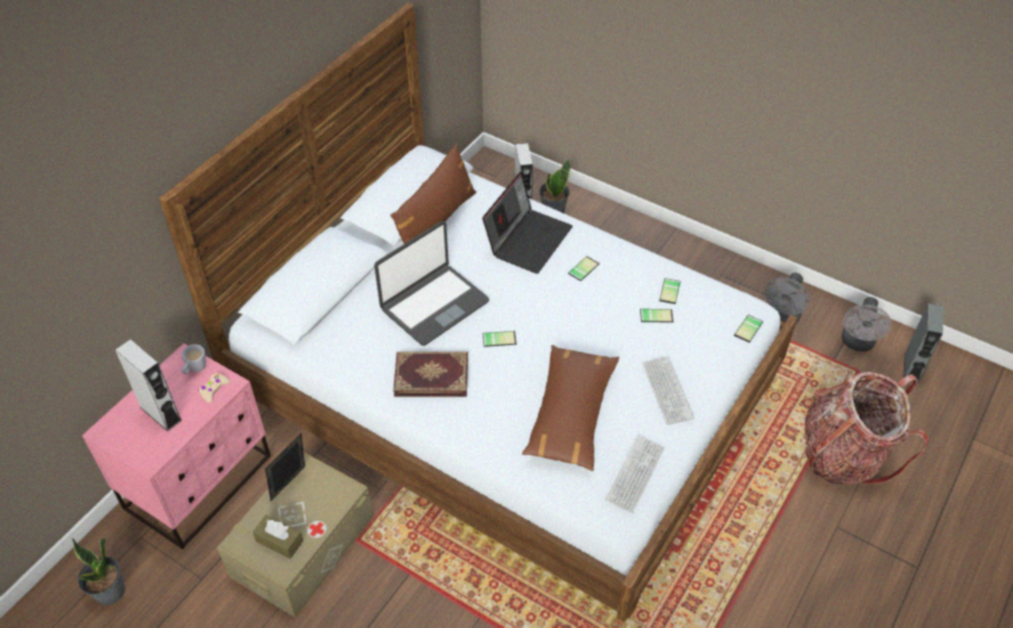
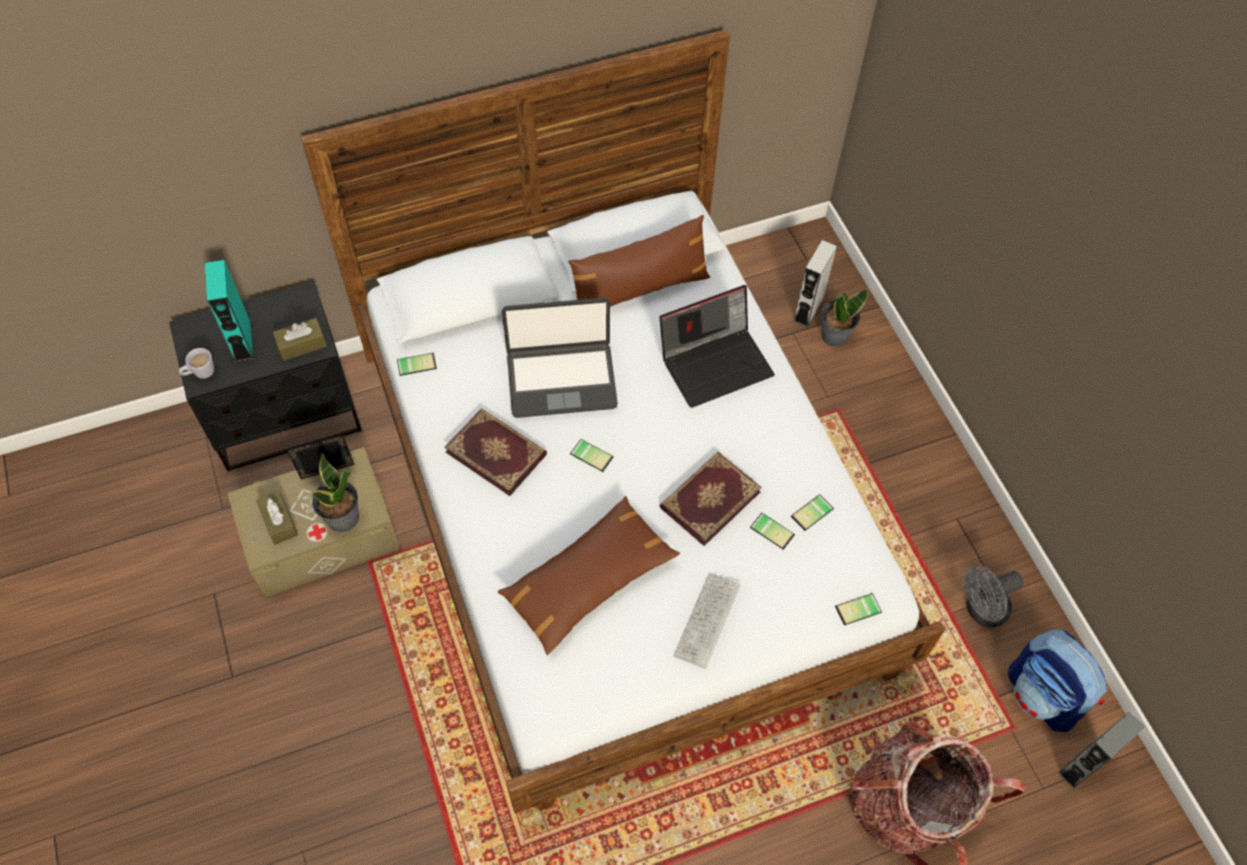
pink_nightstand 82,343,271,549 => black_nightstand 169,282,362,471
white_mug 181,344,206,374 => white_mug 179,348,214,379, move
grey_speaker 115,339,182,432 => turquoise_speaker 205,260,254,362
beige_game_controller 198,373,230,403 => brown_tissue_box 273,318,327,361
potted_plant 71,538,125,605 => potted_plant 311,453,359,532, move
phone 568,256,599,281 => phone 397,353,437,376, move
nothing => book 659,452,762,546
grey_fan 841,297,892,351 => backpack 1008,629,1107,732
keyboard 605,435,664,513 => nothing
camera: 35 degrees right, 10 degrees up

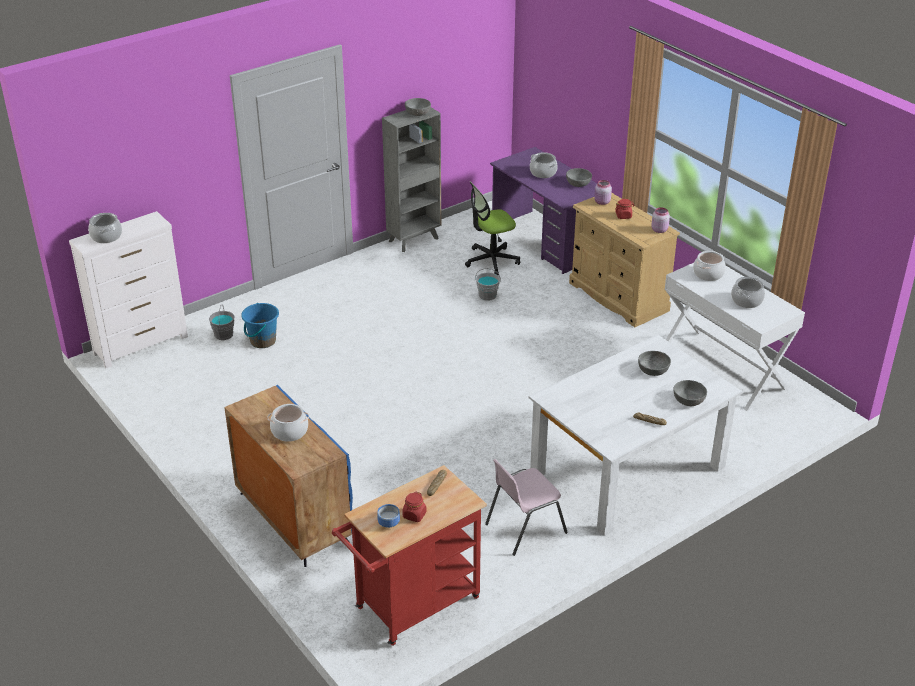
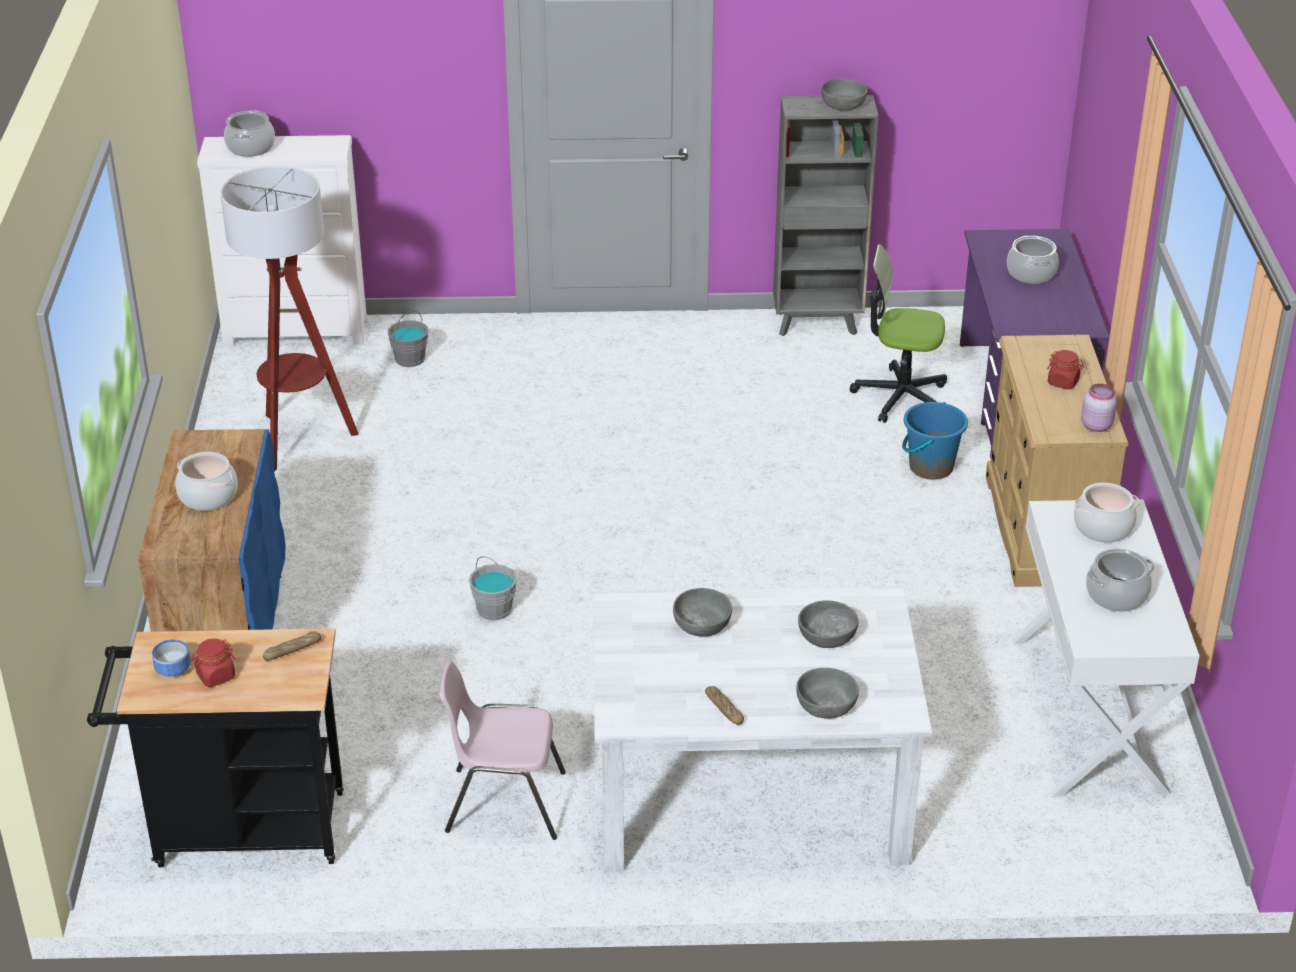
red_cart 332,465,487,646 => black_cart 87,628,344,867
nothing => floor_lamp 220,165,358,472
grey_bucket 475,268,501,301 => grey_bucket 469,556,517,620, move
grey_bowl 566,168,592,187 => grey_bowl 673,588,732,637, move
blue_bucket 241,303,279,348 => blue_bucket 902,402,968,480, move
pink_jar 594,180,612,205 => nothing
camera: 35 degrees right, 0 degrees up

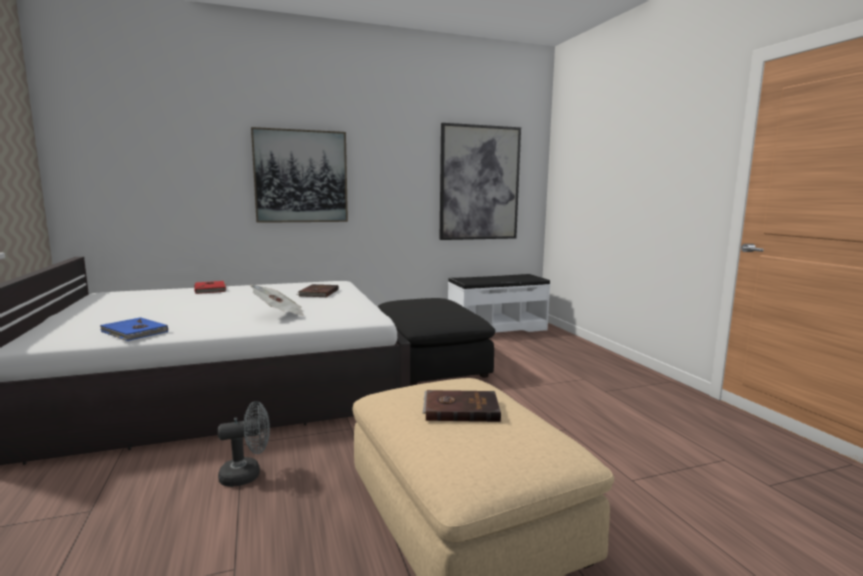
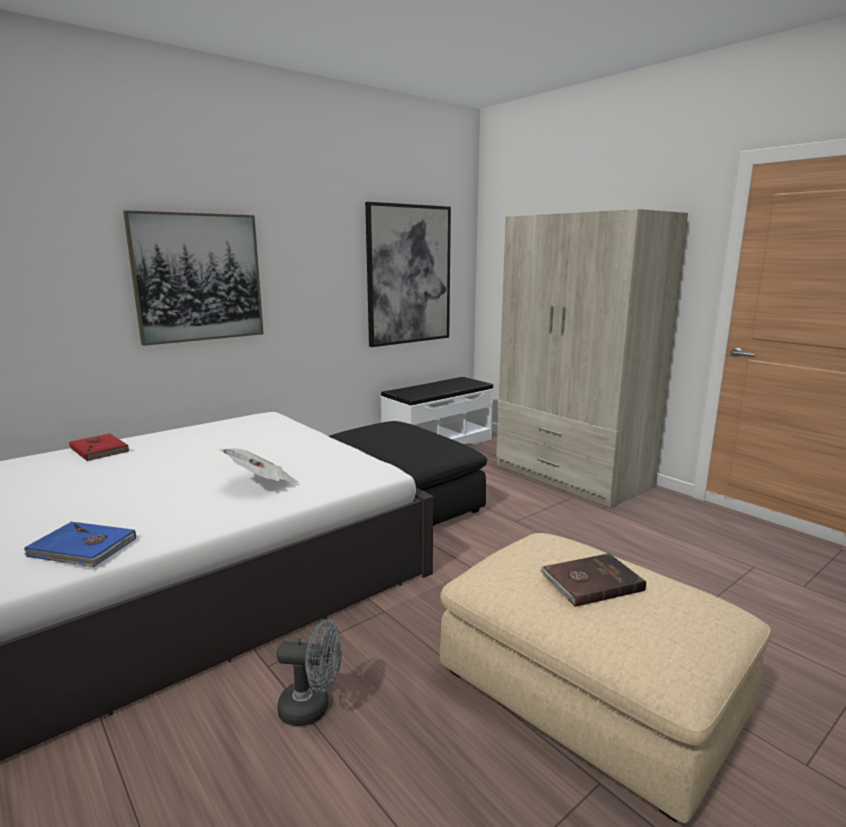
grey_fan 218,401,270,487 => grey_fan 277,619,342,726, 45 degrees clockwise
nothing => beige_wardrobe 496,209,688,508
brown_book 297,284,339,297 => nothing
camera: 20 degrees left, 5 degrees up

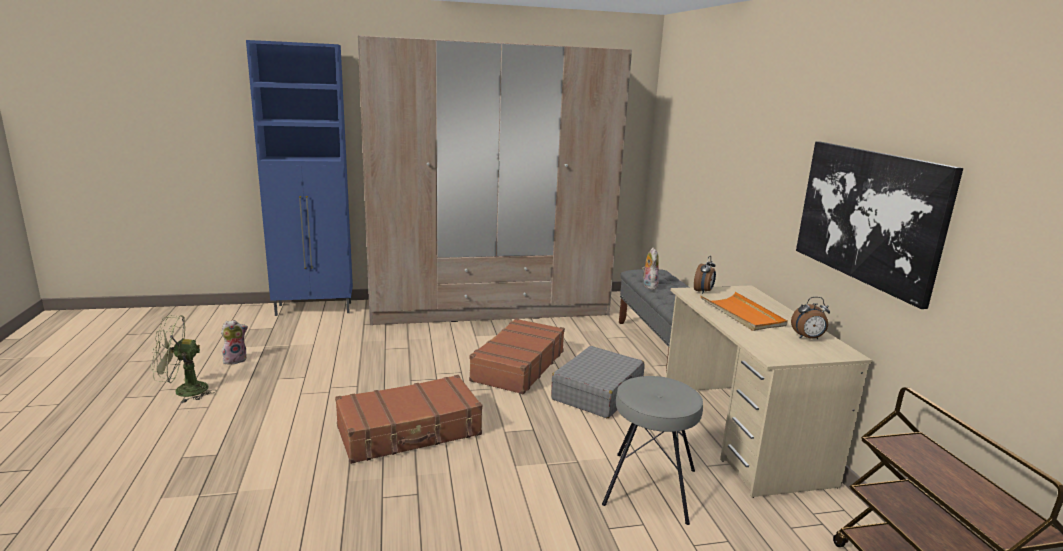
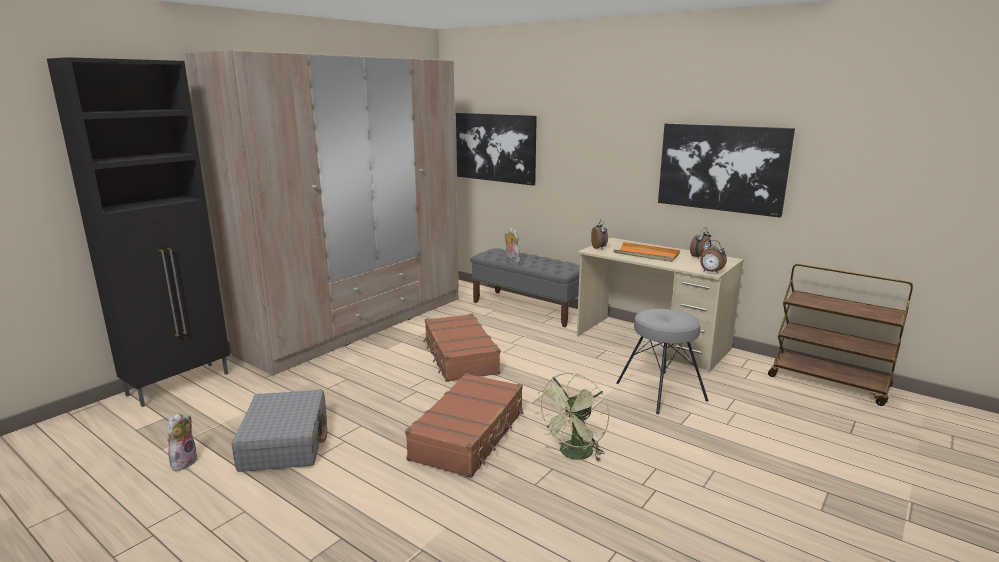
blue_cabinet 246,40,353,316 => black_cabinet 47,57,230,407
grey_suitcase 551,346,644,418 => grey_suitcase 232,390,327,472, move
nothing => picture 456,113,537,185
green_fan 151,315,217,403 => green_fan 535,373,609,462, move
nothing => alarm_clock 700,240,727,274
camera: 40 degrees left, 0 degrees up

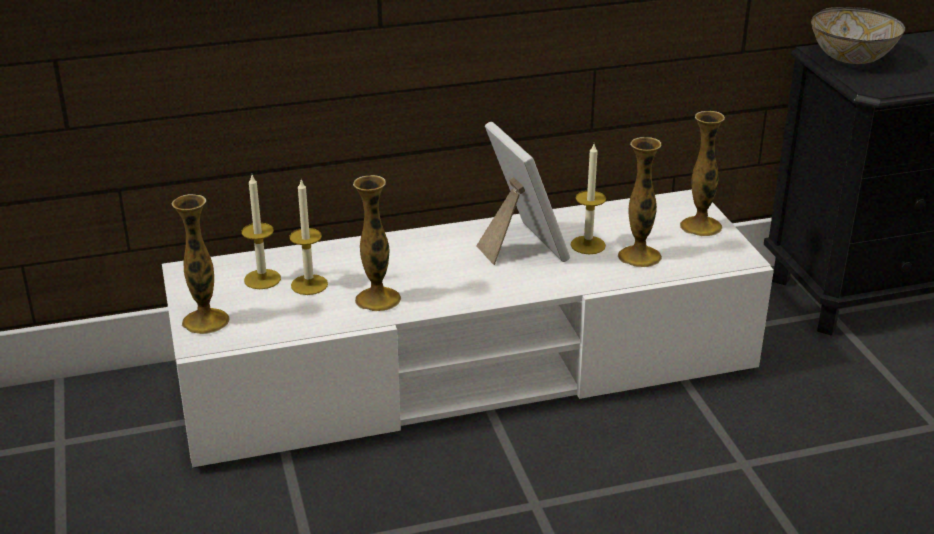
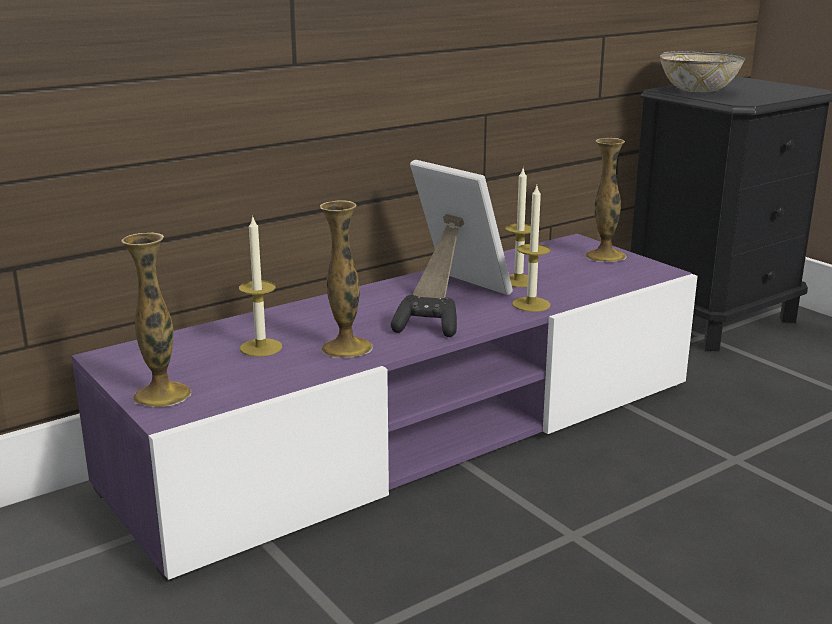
white_tv_stand 162,190,774,468 => purple_tv_stand 72,234,697,582
nothing => black_game_controller 391,295,457,337
candle 242,175,281,289 => candle 512,186,551,312, move
vase 618,137,662,267 => nothing
camera: 20 degrees left, 10 degrees down

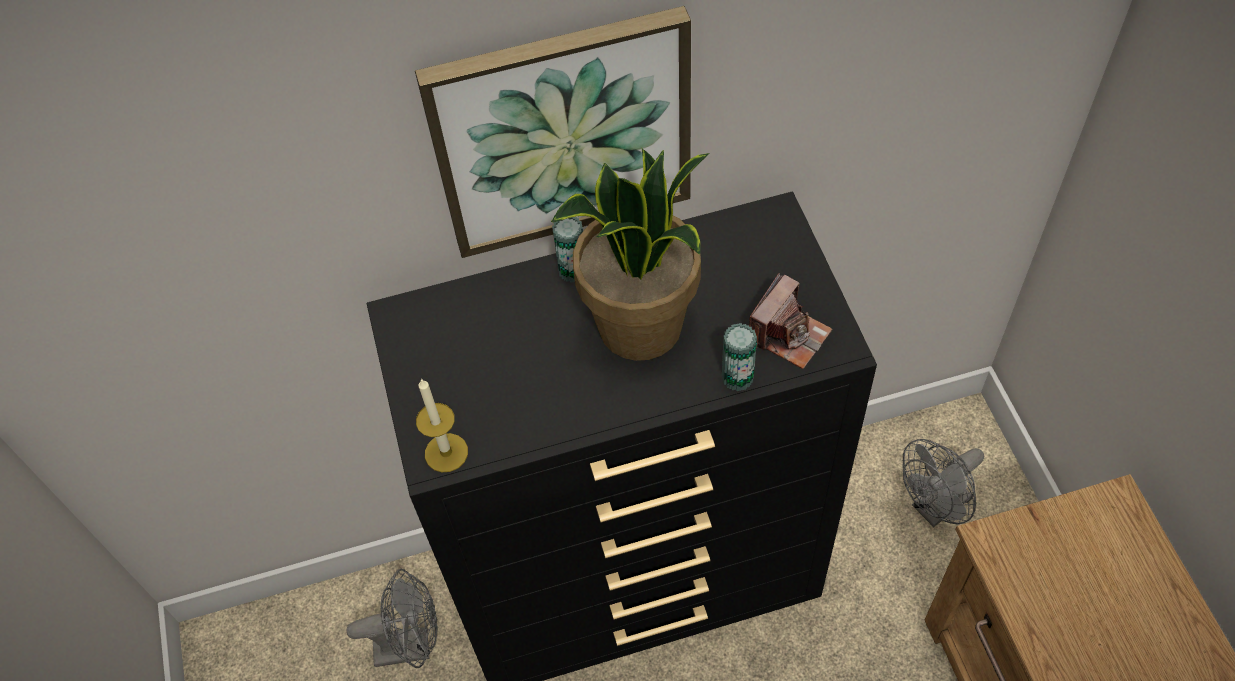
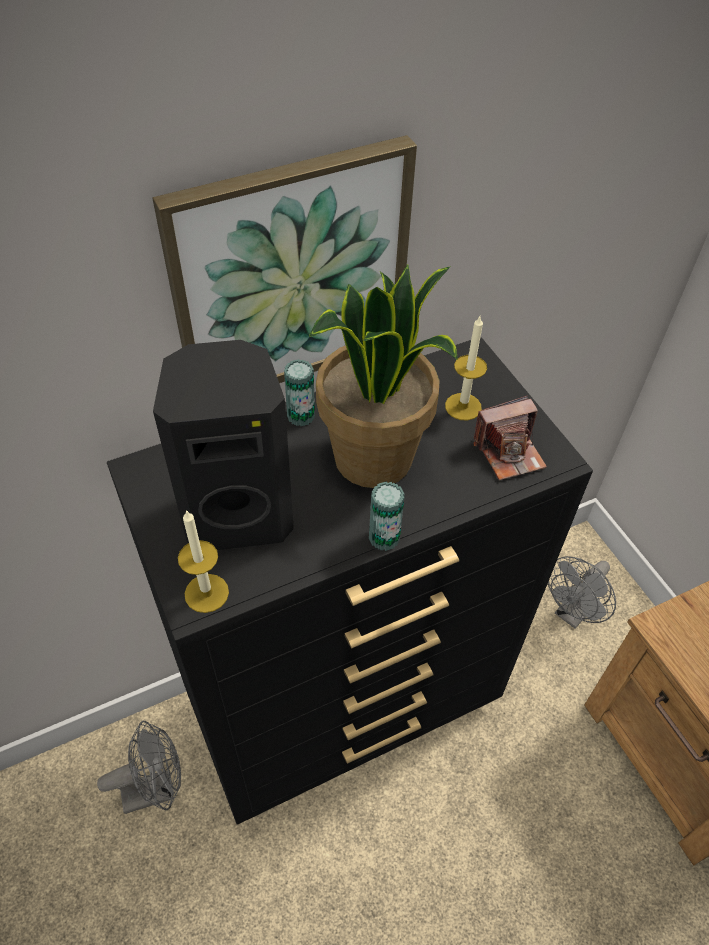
nothing => black_speaker 153,340,294,550
can 722,323,757,391 => can 369,481,405,551, move
nothing => candle 445,316,487,420
photo_camera 749,273,832,369 => photo_camera 474,396,547,480, 45 degrees clockwise
camera: 15 degrees left, 5 degrees down

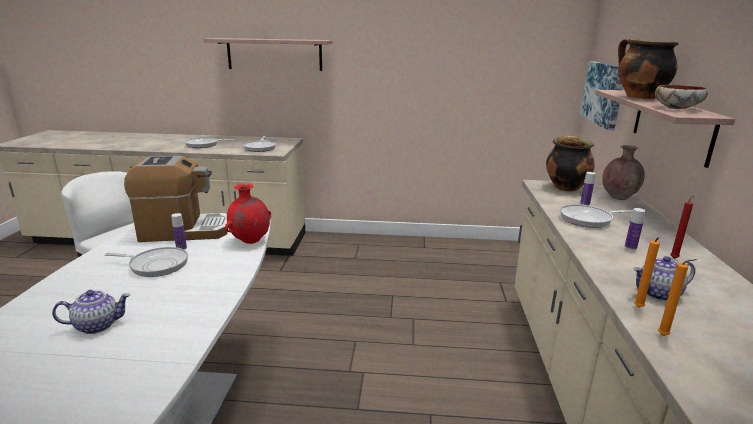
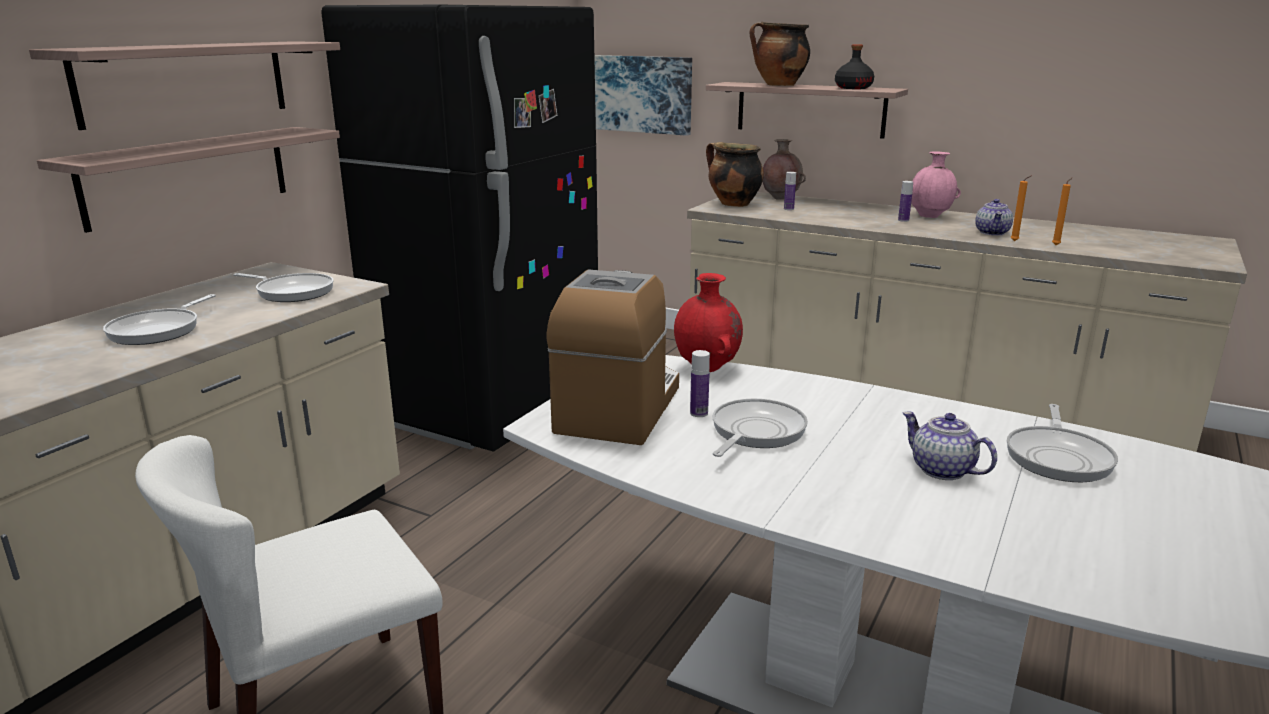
nothing => shelf 37,127,340,233
nothing => black_fridge 321,4,598,452
bowl 655,85,708,109 => black_bottle 835,44,874,89
teapot 52,290,131,334 => teapot 902,412,997,480, 45 degrees counterclockwise
red_candle 670,195,694,259 => pink_vase 911,151,961,218
frying_pan 560,204,633,228 => frying_pan 1007,404,1118,482, move
camera: 65 degrees left, 0 degrees up

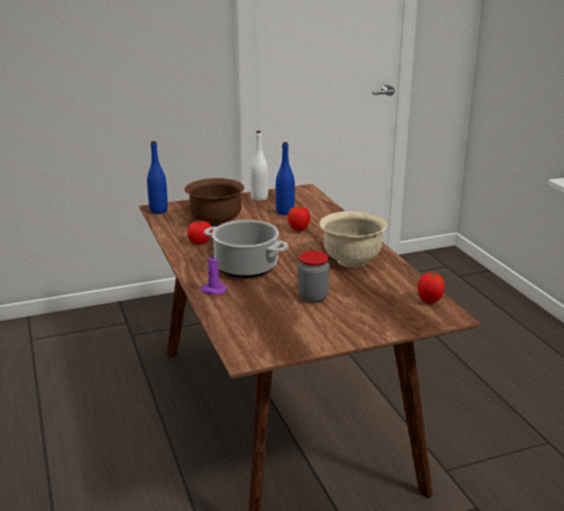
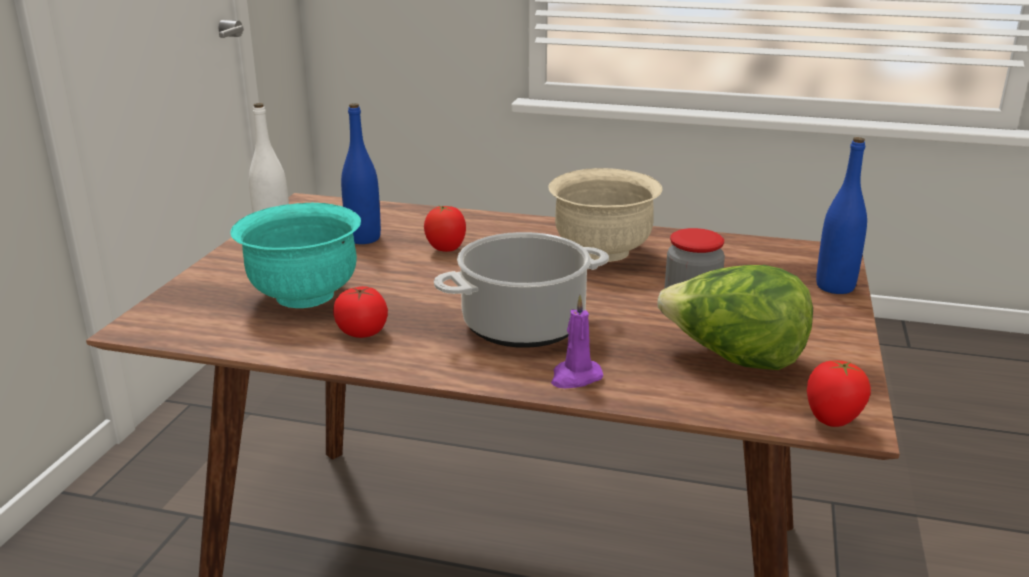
brown_bowl 185,178,244,227 => turquoise_bowl 231,203,361,308
nothing => lettuce 657,265,813,370
tomato 418,273,445,303 => tomato 807,360,871,427, move
blue_bottle 147,141,168,214 => blue_bottle 816,137,867,294, move
camera: 55 degrees left, 0 degrees up

